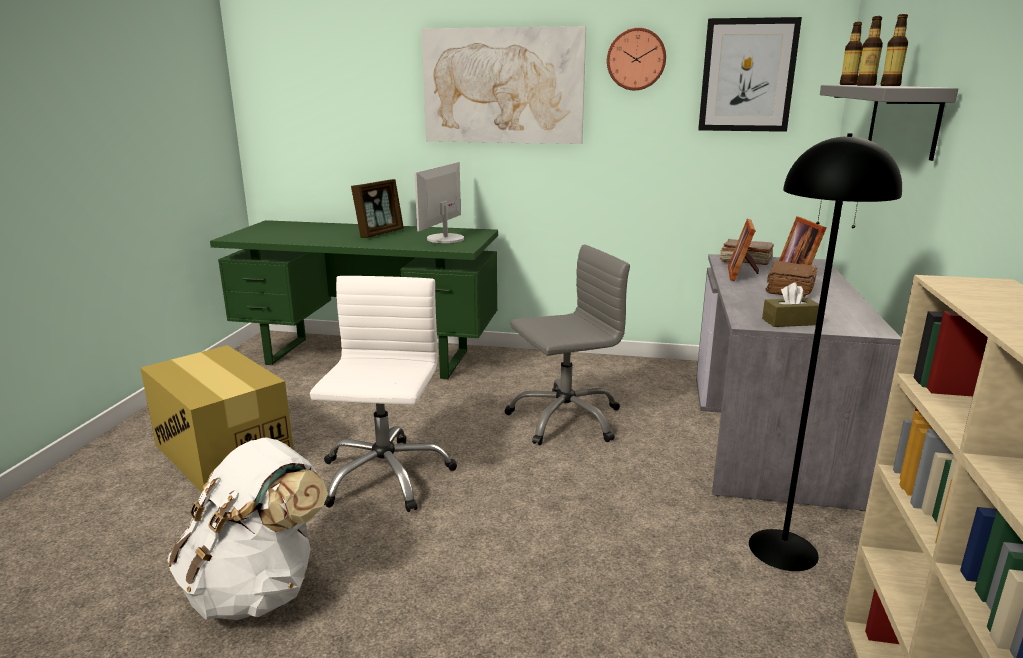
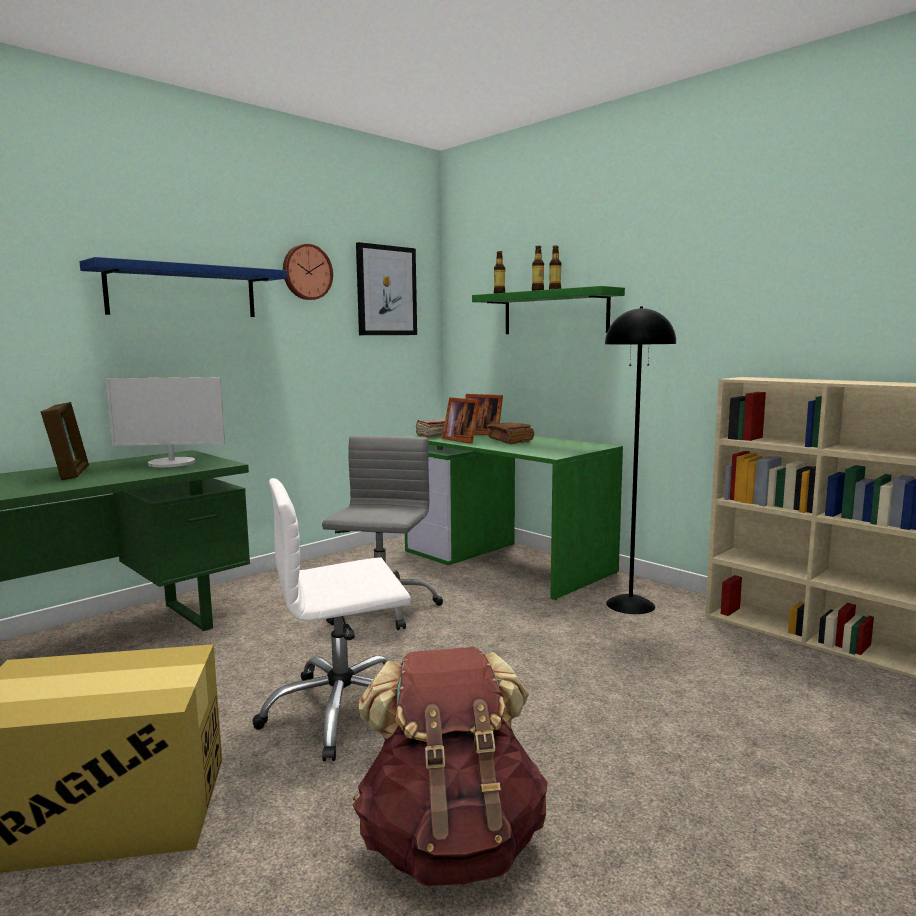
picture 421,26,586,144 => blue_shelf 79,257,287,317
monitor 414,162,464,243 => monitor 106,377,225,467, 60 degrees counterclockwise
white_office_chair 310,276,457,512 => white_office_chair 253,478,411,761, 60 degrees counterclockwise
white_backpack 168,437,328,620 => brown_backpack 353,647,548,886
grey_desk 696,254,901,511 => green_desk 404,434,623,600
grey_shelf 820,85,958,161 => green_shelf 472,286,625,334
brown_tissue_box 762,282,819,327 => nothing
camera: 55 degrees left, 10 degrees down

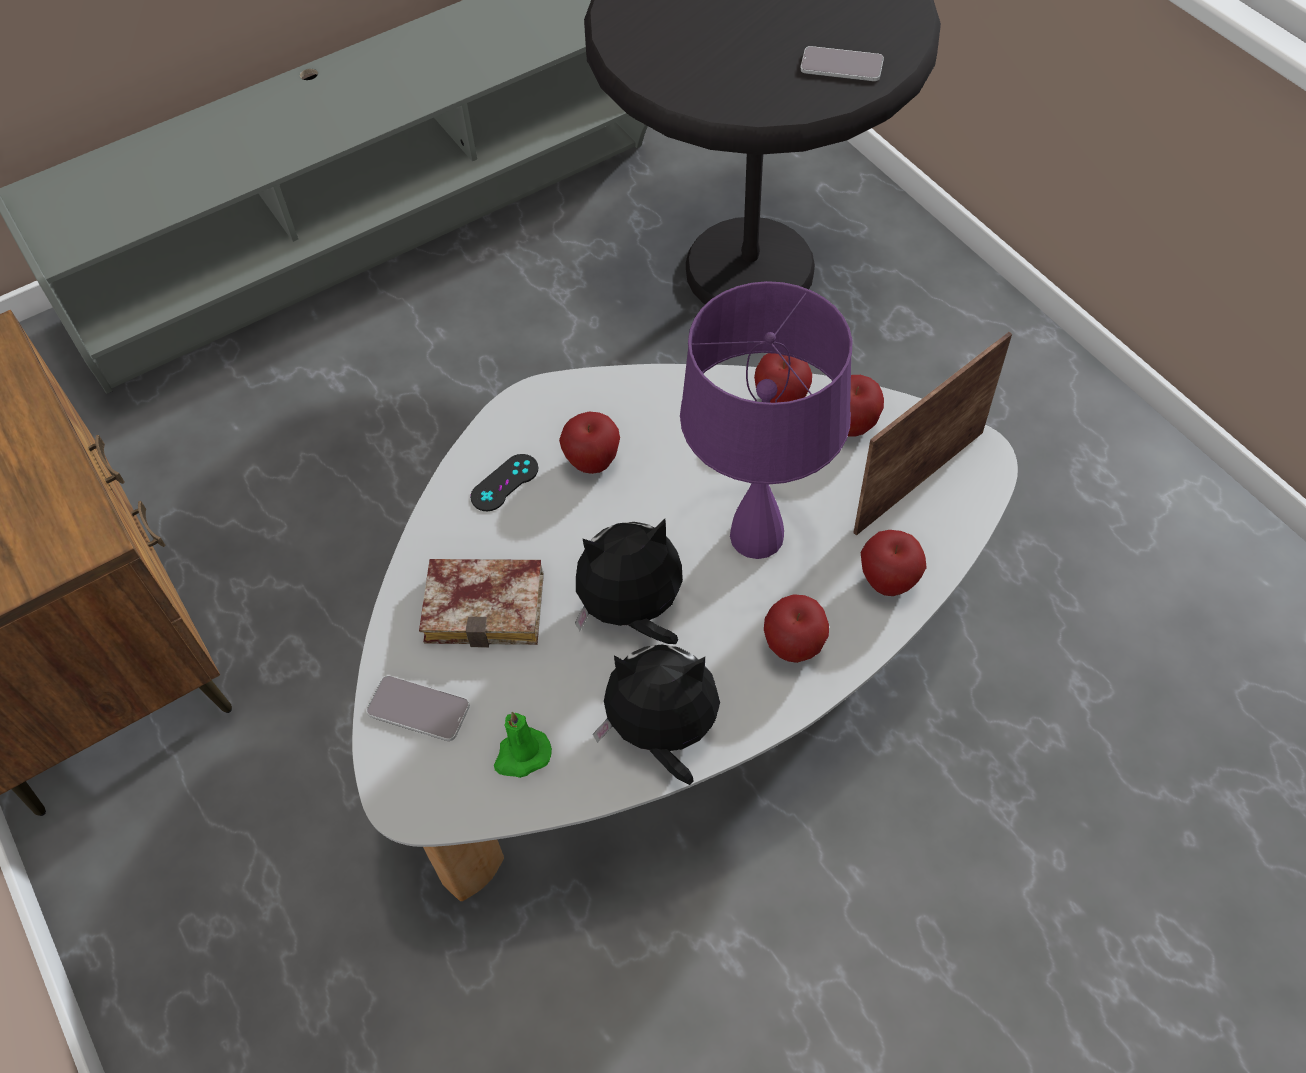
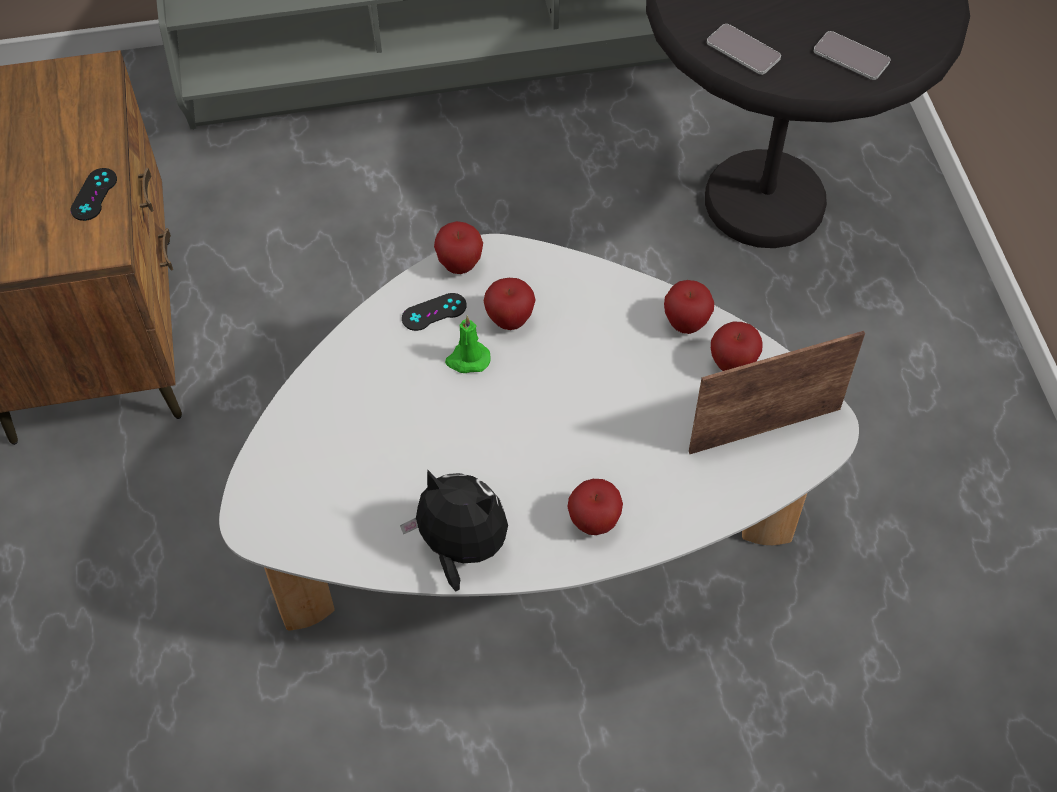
nothing => black_game_controller 70,168,117,221
apple 861,530,927,596 => apple 434,221,483,274, move
green_candle 494,712,552,778 => green_candle 445,316,491,373, move
phone 366,675,470,741 => phone 707,24,781,75, move
book 419,559,544,647 => nothing
plush_toy 575,519,683,644 => nothing
purple_table_lamp 680,281,853,559 => nothing
camera: 20 degrees right, 0 degrees up

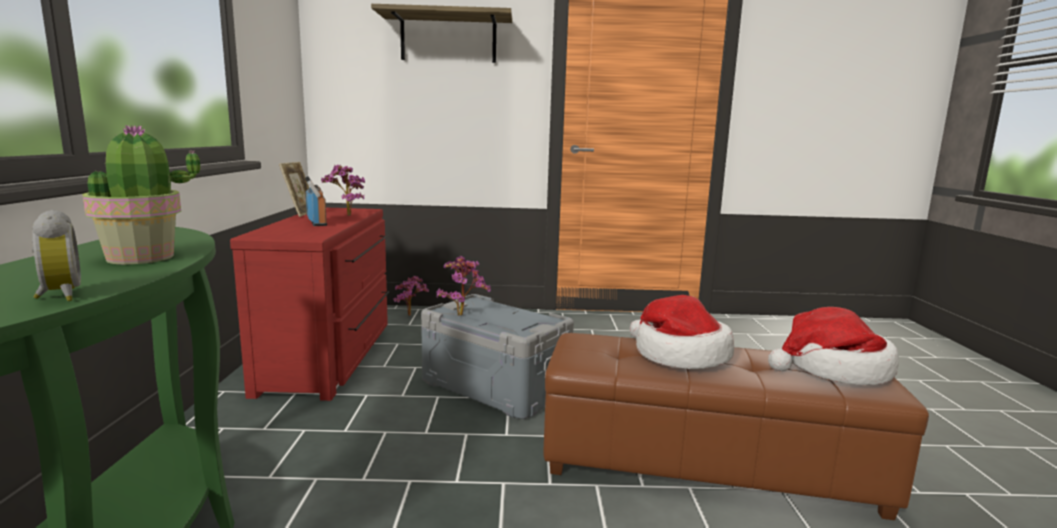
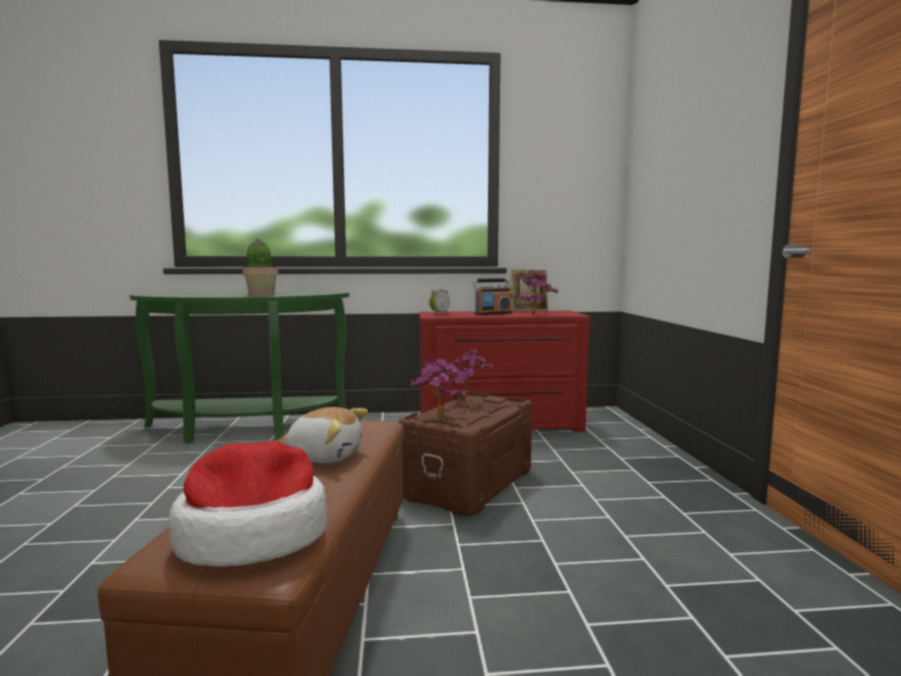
hat 630,295,734,369 => plush_toy 283,407,368,463
grey_storage_box 421,294,574,419 => brown_storage_box 398,392,532,516
potted_plant 393,275,429,316 => potted_plant 411,359,466,417, move
alarm_clock 32,210,81,301 => alarm_clock 429,288,450,315, move
shelf 371,4,512,63 => nothing
camera: 85 degrees right, 5 degrees down

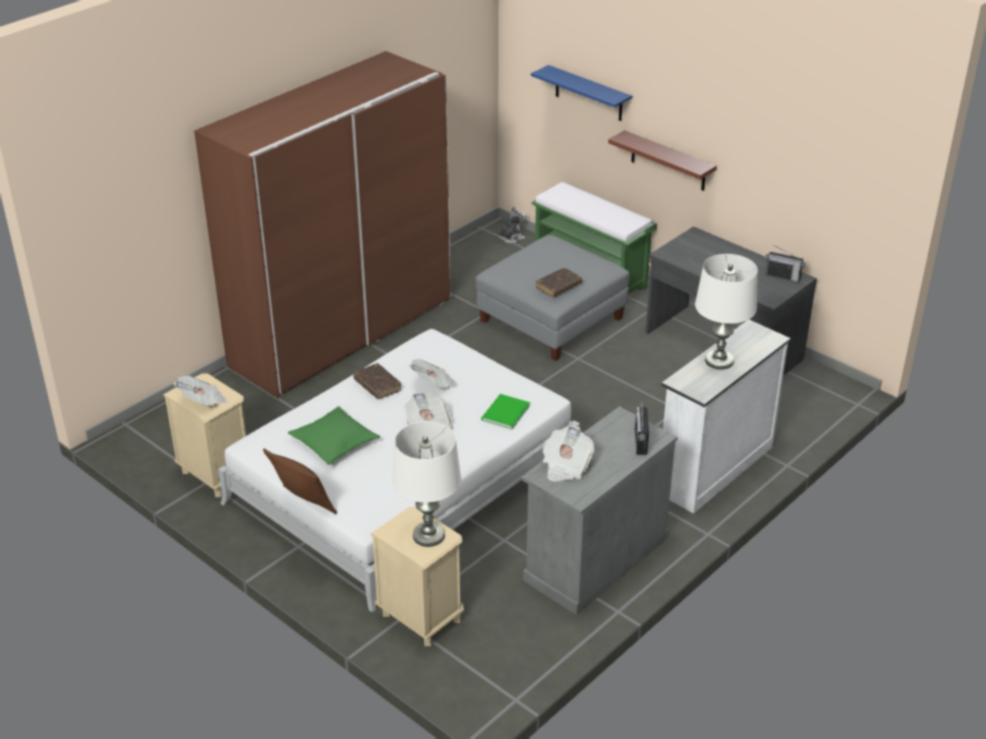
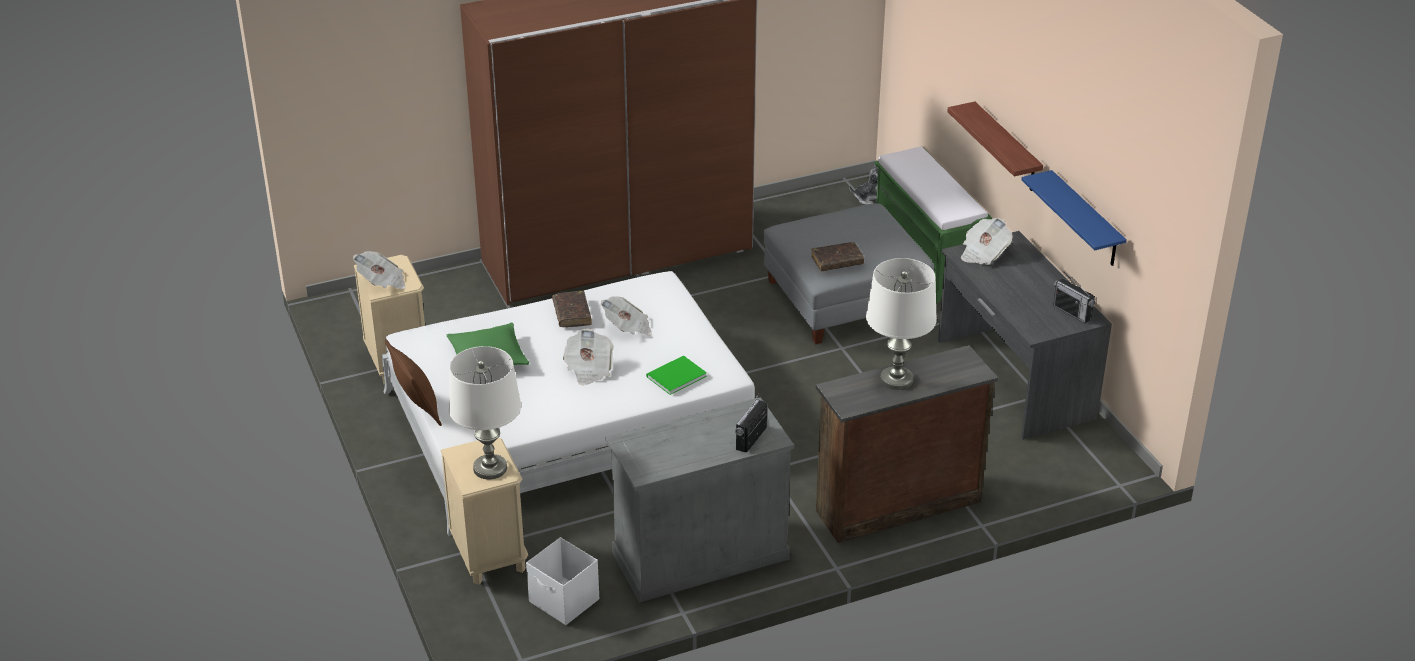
nothing => white_storage_box 526,537,599,625
white_dresser 661,320,791,514 => brown_dresser 816,345,998,543
newspaper 542,426,595,481 => newspaper 961,218,1012,265, move
blue_shelf 531,65,632,121 => blue_shelf 1021,170,1127,266, move
camera: 25 degrees right, 0 degrees up

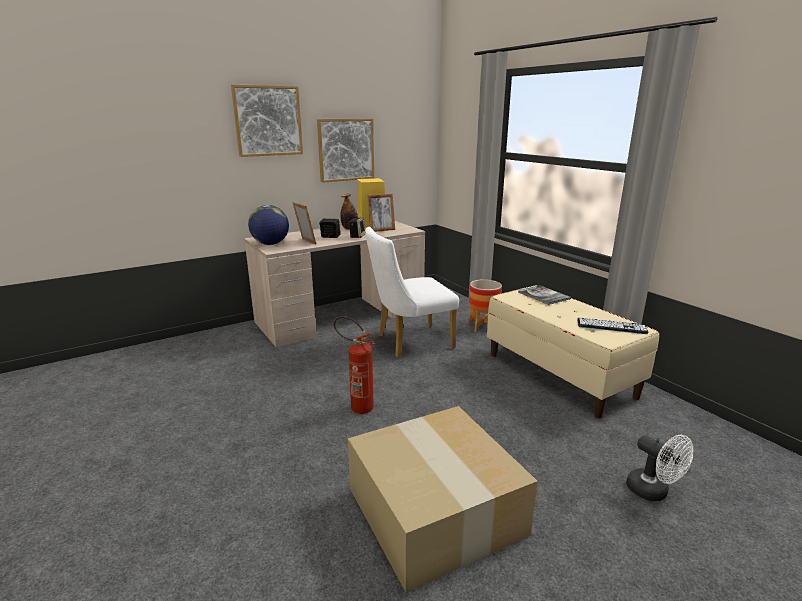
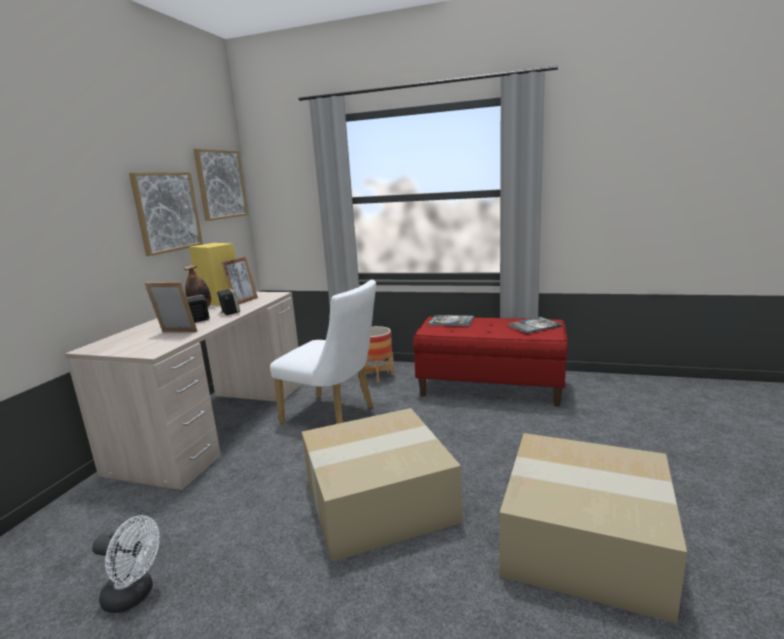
white_fan 626,435,693,501 => white_fan 92,515,160,613, move
picture 231,85,303,157 => picture 193,148,248,221, move
white_chair 365,227,459,358 => white_chair 270,280,376,424, 90 degrees counterclockwise
fire_extinguisher 334,316,376,414 => cardboard_box 302,408,462,562
beige_bench 487,285,659,418 => red_bench 413,316,567,407
keyboard 577,317,649,334 => book 507,317,563,334
globe 248,205,289,245 => nothing
camera: 40 degrees left, 5 degrees down

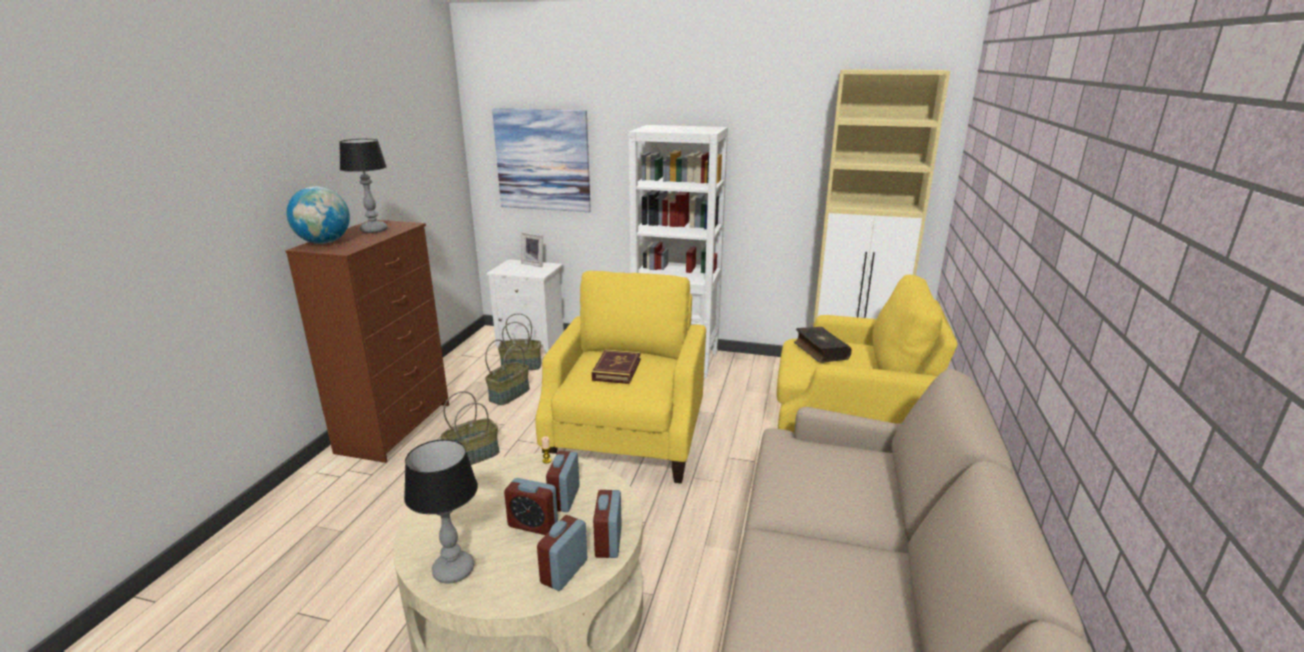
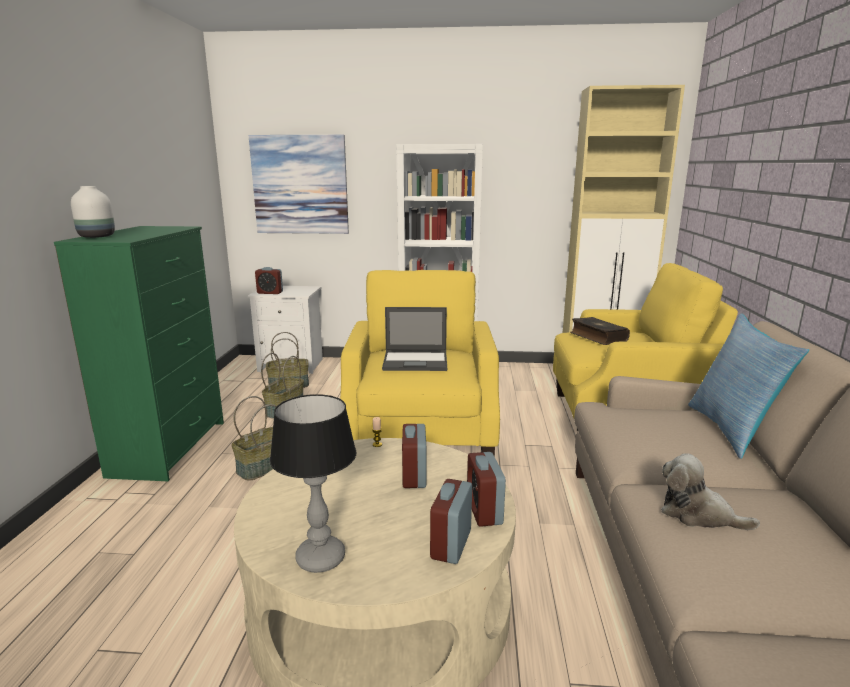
brown_dresser 285,220,449,463 => green_dresser 54,226,224,481
globe 286,186,350,244 => white_vase 71,186,115,238
alarm_clock 504,478,558,535 => alarm_clock 255,267,283,294, move
book 591,349,641,384 => laptop 382,307,447,371
nothing => plush_toy 661,453,760,531
nothing => pillow 688,313,809,459
table_lamp 339,139,388,233 => nothing
picture_frame 521,232,543,267 => nothing
camera: 10 degrees left, 5 degrees down

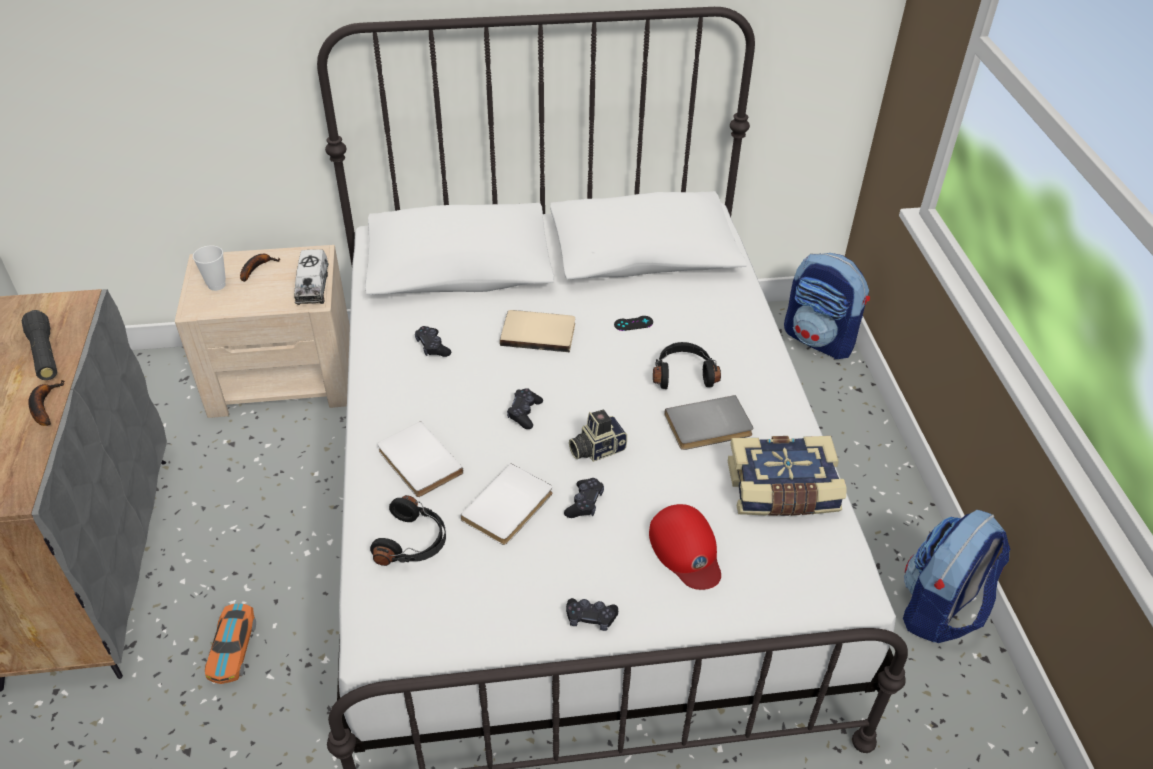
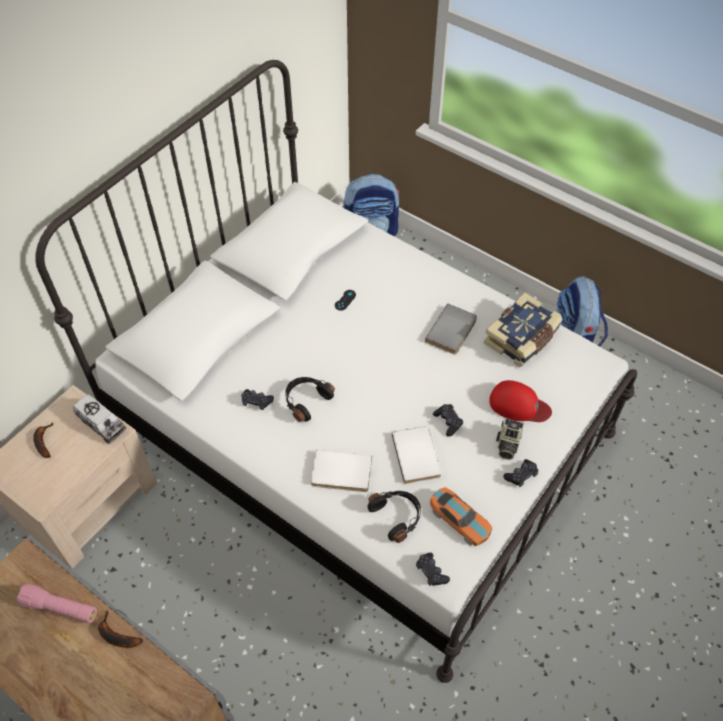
black_flashlight 21,310,57,380 => pink_flashlight 17,584,97,624
black_headphones 653,342,721,389 => black_headphones 285,377,335,422, move
black_game_controller 507,388,543,429 => black_game_controller 416,553,450,586, move
toy_car 205,603,256,684 => toy_car 430,487,492,546, move
photo_camera 569,410,627,462 => photo_camera 496,419,524,460, move
cup 193,245,226,291 => nothing
beige_book 500,310,575,352 => nothing
camera: 45 degrees left, 10 degrees up

